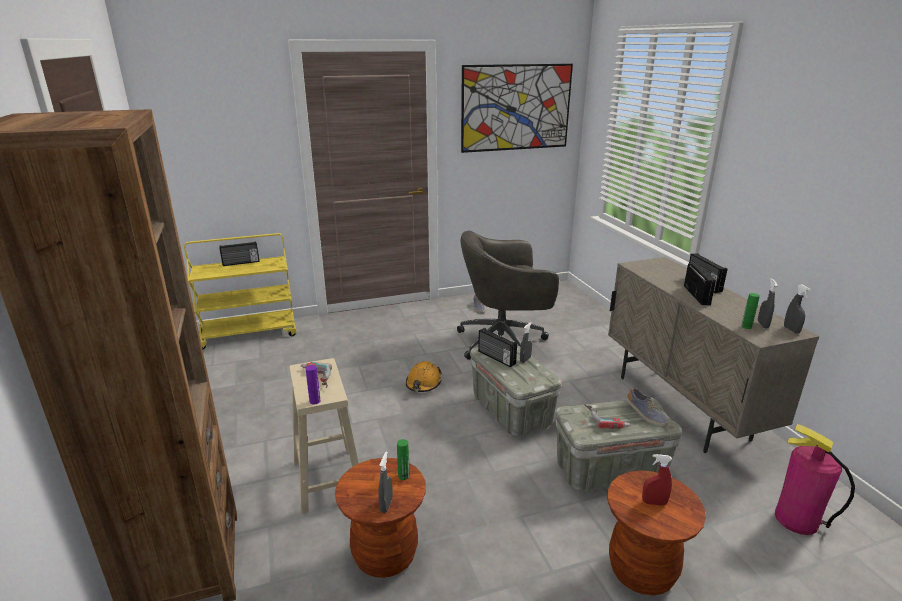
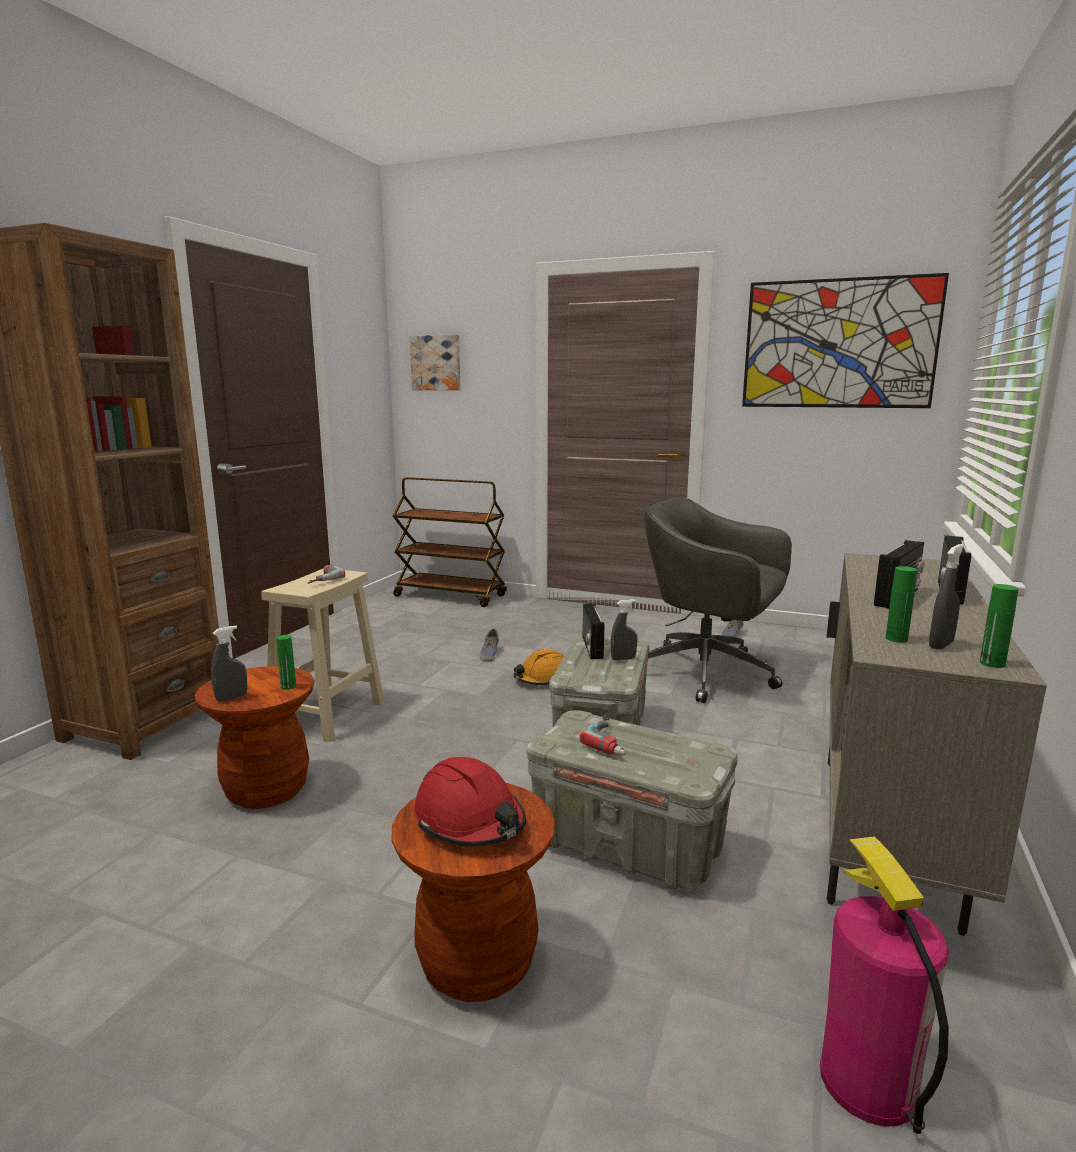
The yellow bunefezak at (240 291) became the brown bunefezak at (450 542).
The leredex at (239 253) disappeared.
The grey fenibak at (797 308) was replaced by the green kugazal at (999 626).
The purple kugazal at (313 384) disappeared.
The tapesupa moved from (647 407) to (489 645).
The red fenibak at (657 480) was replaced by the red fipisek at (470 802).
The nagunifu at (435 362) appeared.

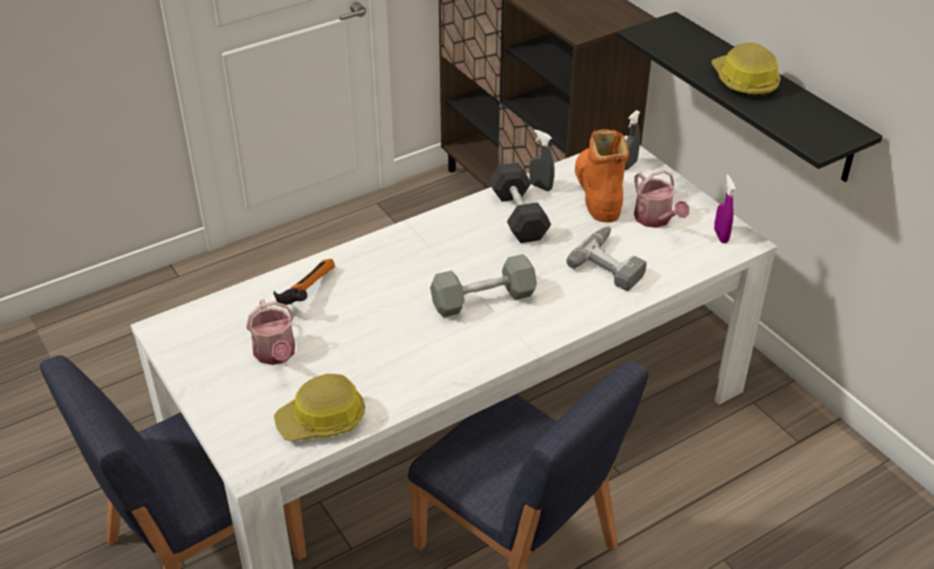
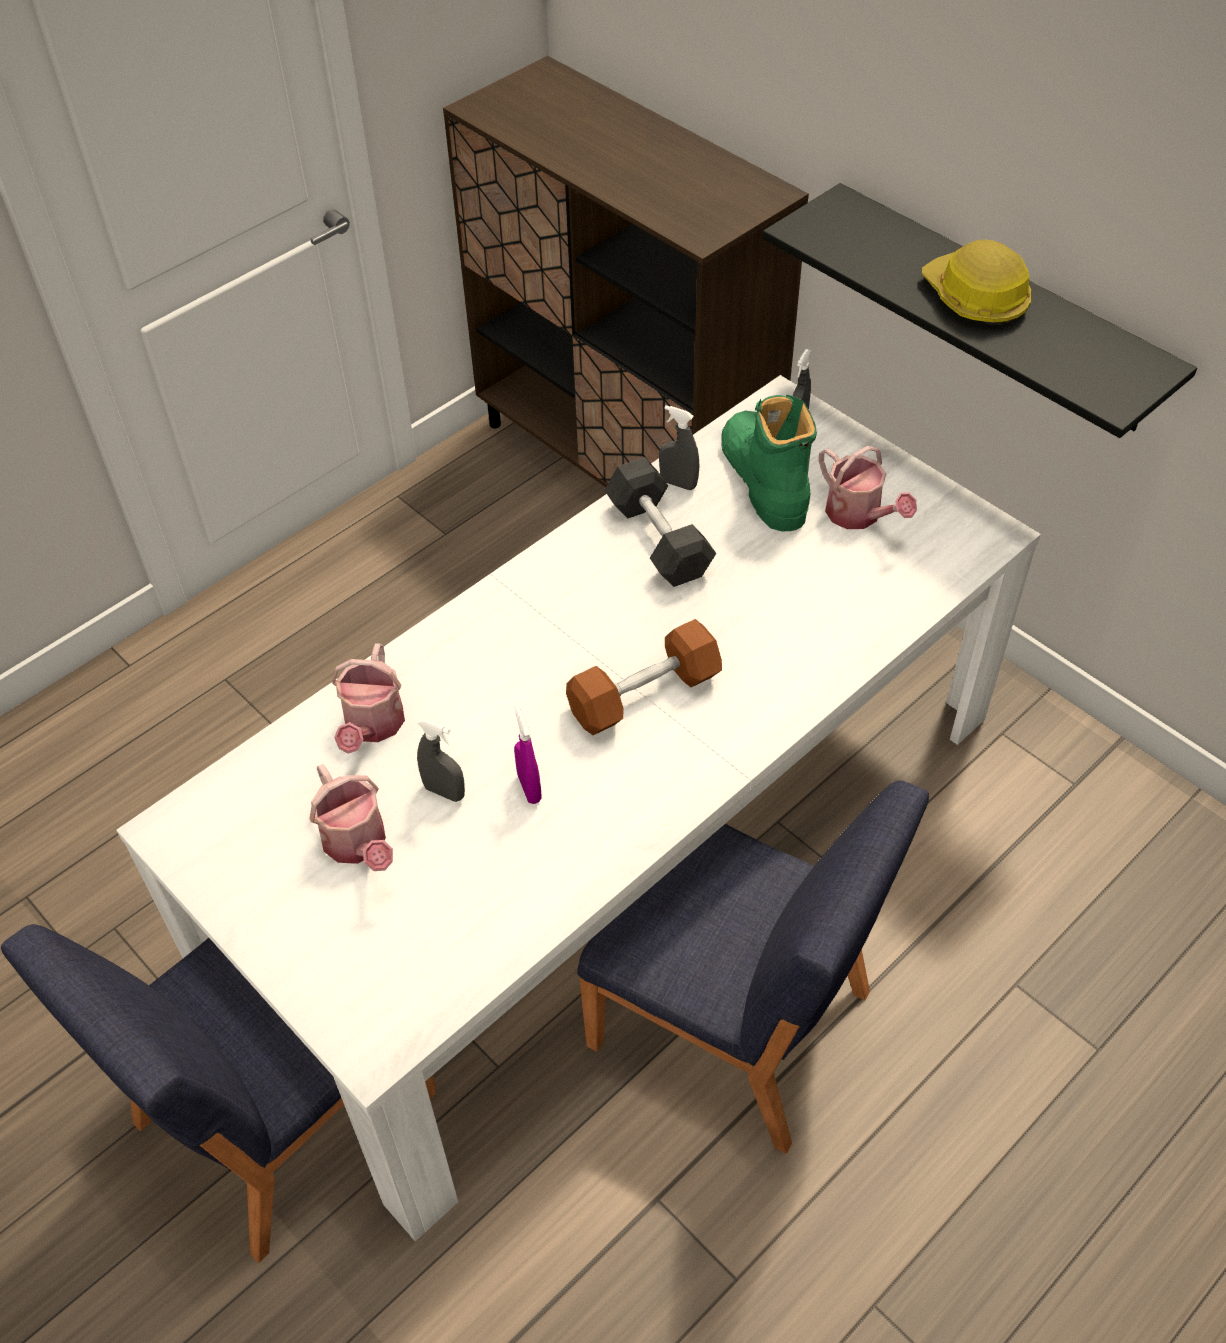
The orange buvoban at (602 176) became the green buvoban at (769 462).
The purple fenibak moved from (725 209) to (528 754).
The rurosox at (606 259) disappeared.
The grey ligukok at (483 285) became the brown ligukok at (644 677).
The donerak at (304 282) was replaced by the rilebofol at (368 698).
The fipisek at (319 407) disappeared.
The grey fenibak at (441 760) appeared.

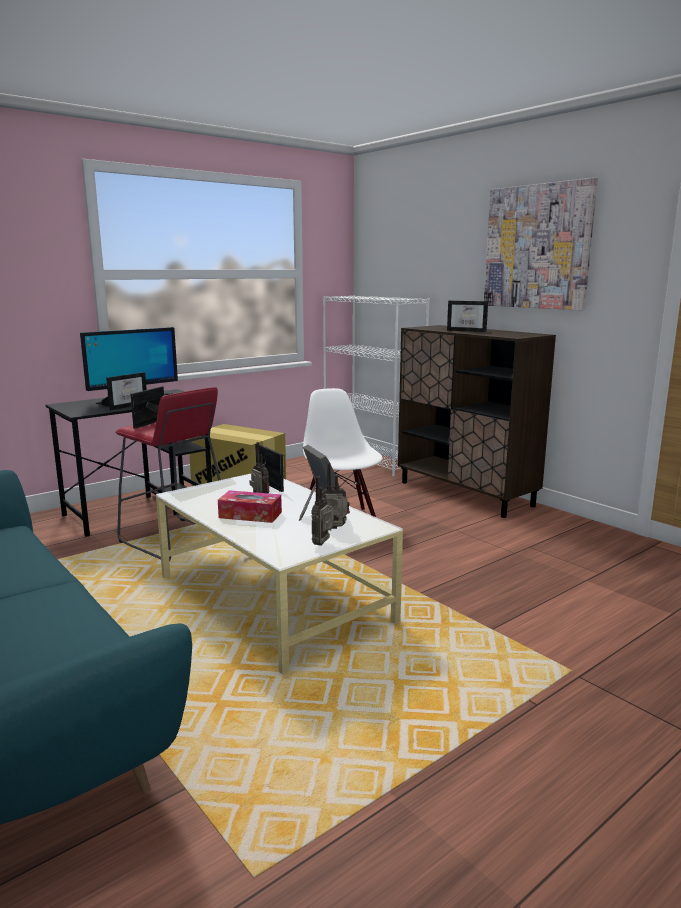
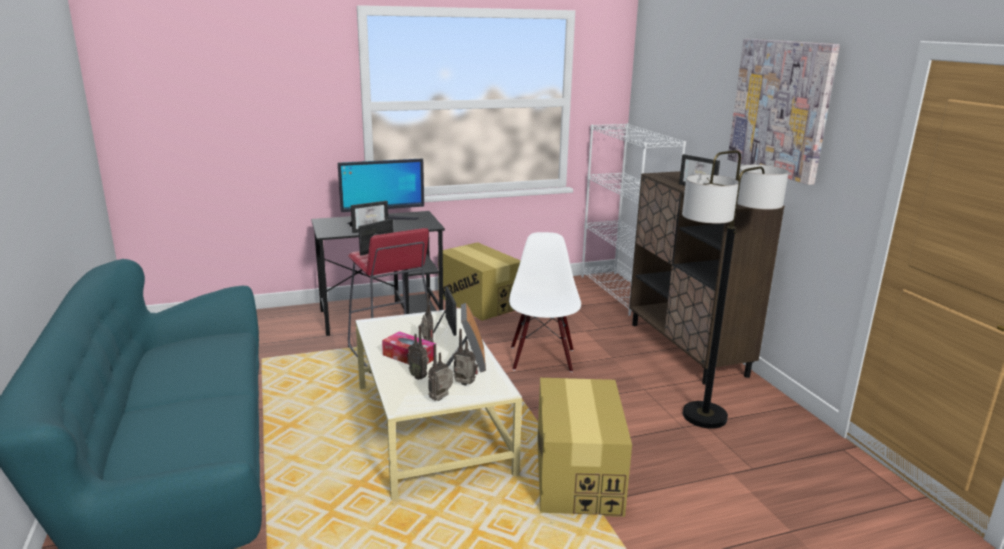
The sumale at (735 289) appeared.
The leredex at (418 352) appeared.
The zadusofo at (584 447) appeared.

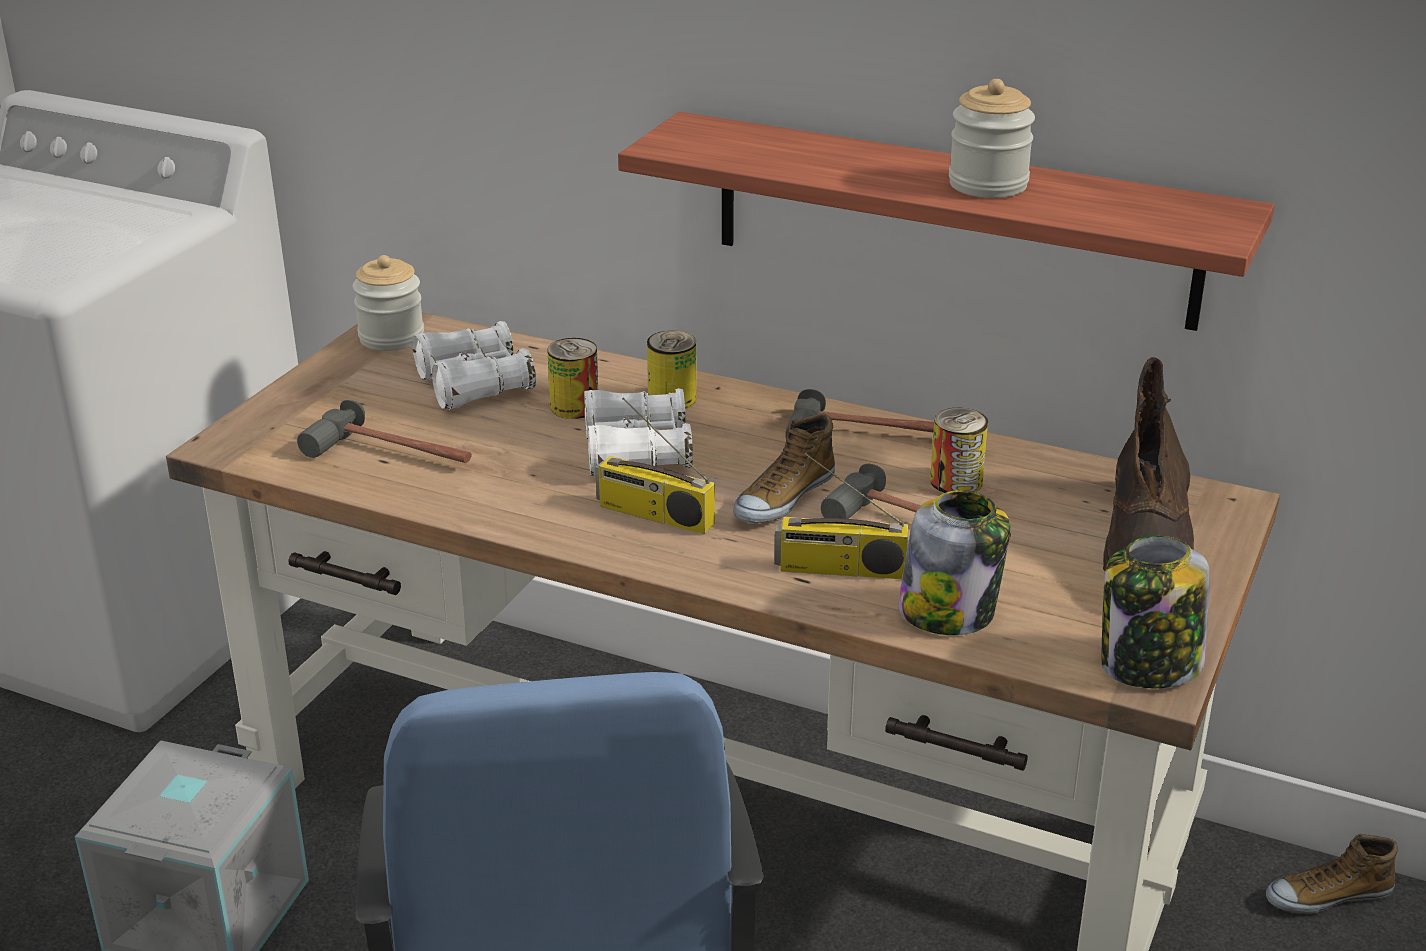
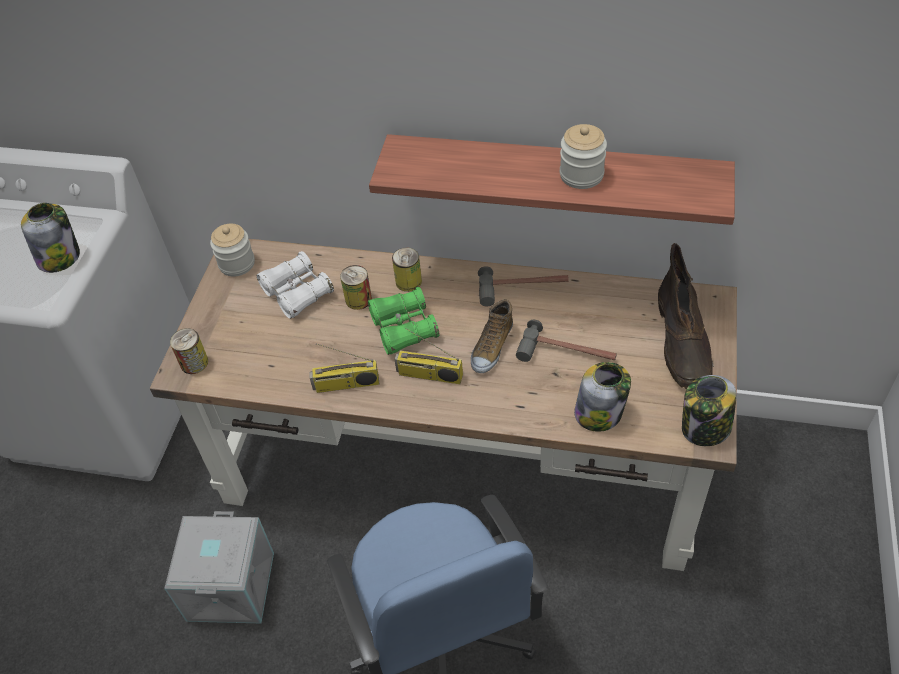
The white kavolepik at (638 432) became the green kavolepik at (404 321).
The donerak at (384 431) disappeared.
The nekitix moved from (959 450) to (189 351).
The leredex moved from (841 516) to (344 368).
The tapesupa at (1332 874) disappeared.
The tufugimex at (50 238) appeared.

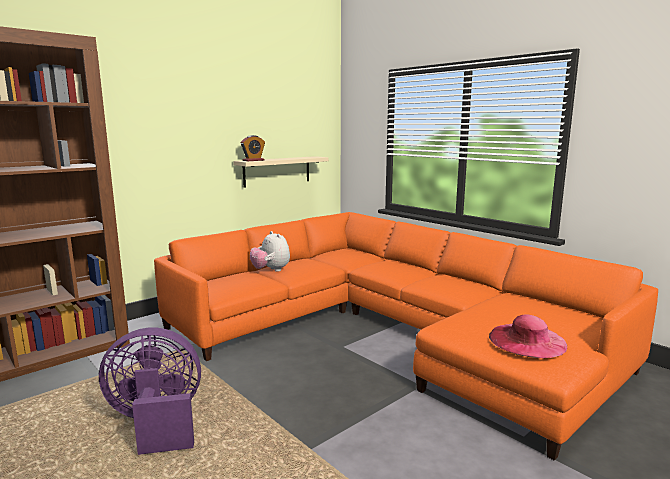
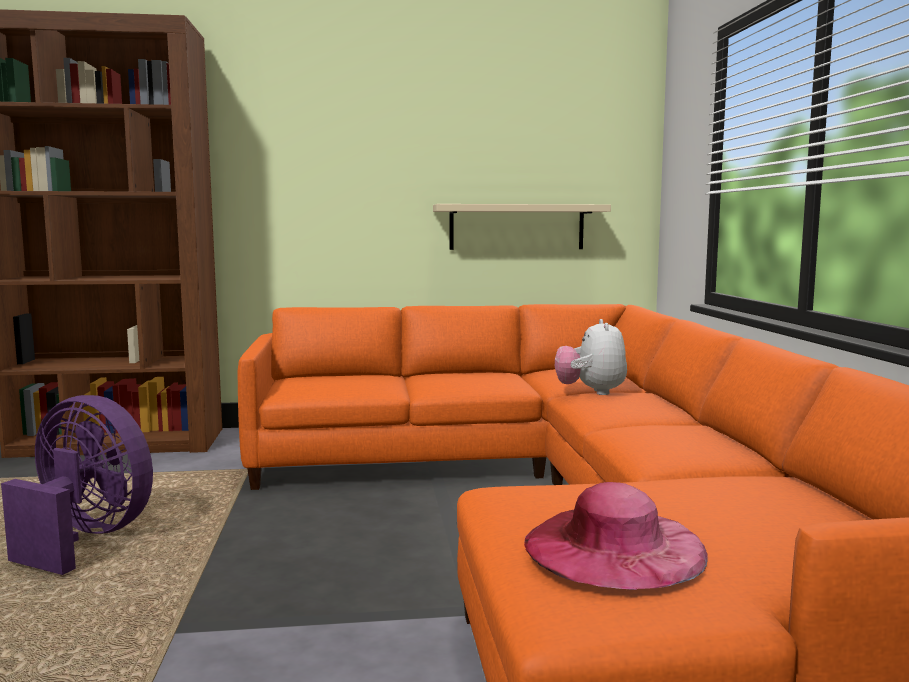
The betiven at (253 148) disappeared.
The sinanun moved from (270 251) to (591 357).

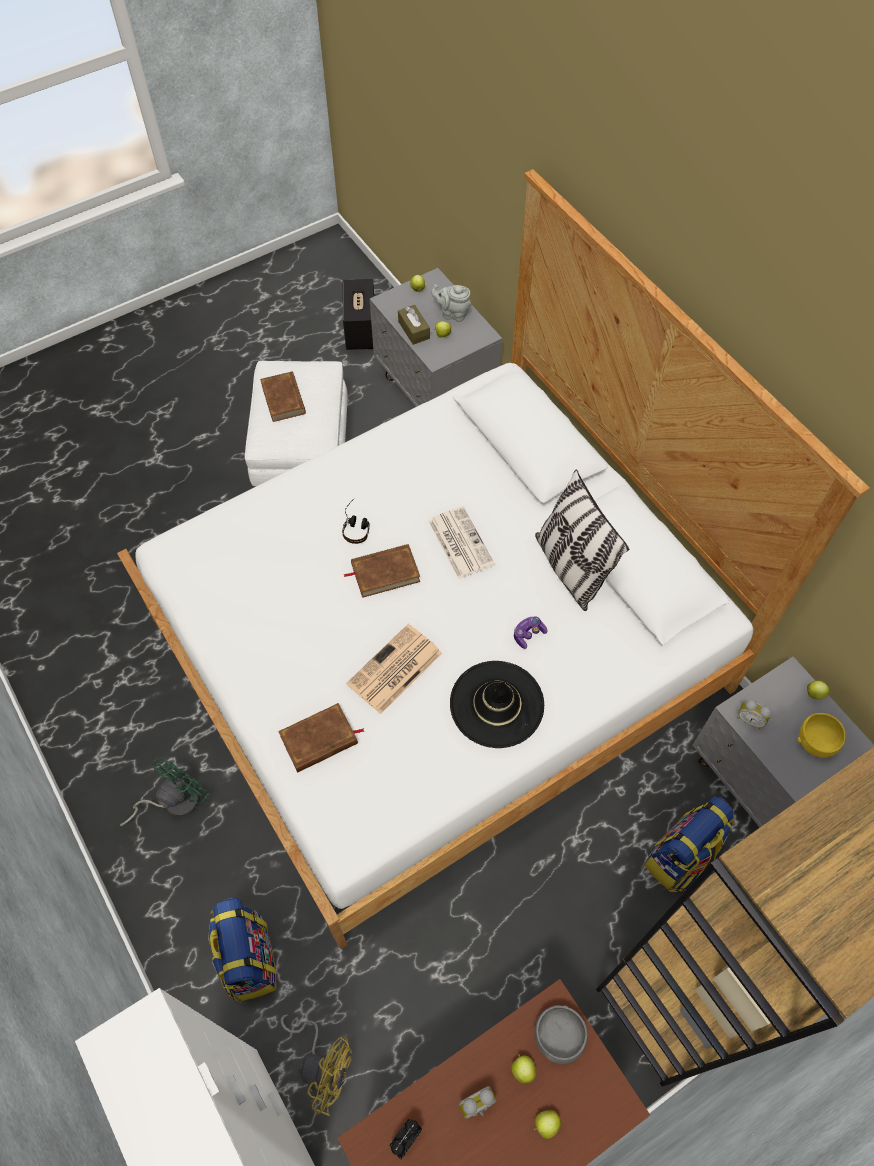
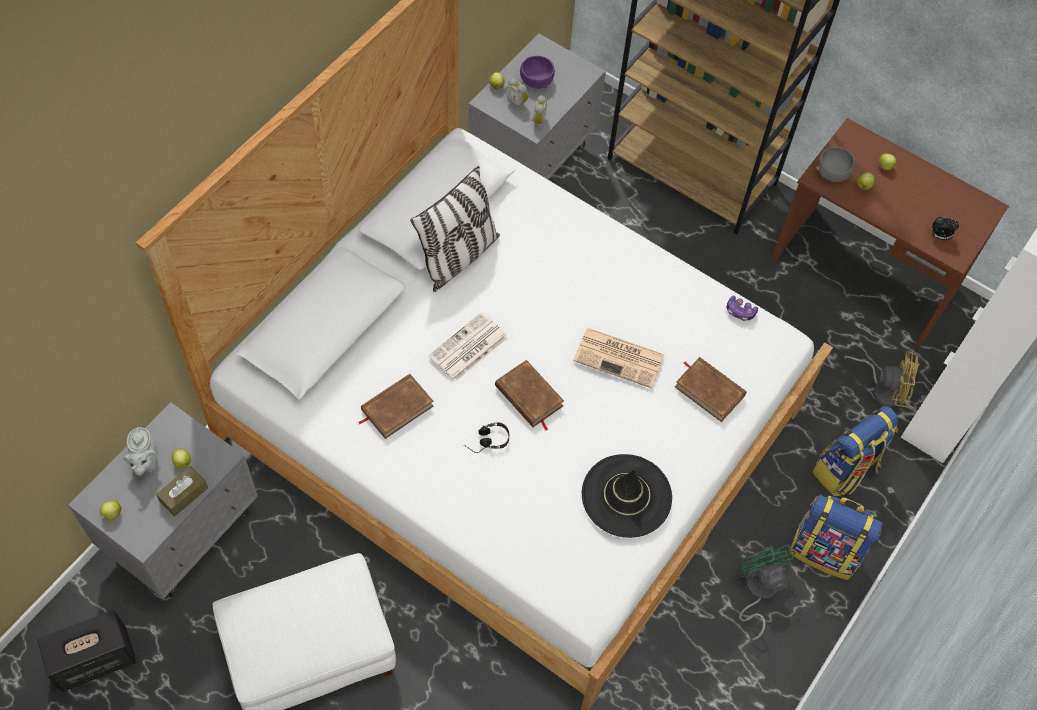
The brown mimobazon moved from (283 397) to (395 406).
The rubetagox moved from (531 632) to (742 308).
The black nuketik moved from (497 704) to (627 496).
The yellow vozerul at (822 735) became the purple vozerul at (537 72).
The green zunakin at (165 792) turned 60 degrees clockwise.
The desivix moved from (689 844) to (835 537).
The yellow zunakin at (316 1065) turned 105 degrees clockwise.
The betiven moved from (478 1102) to (517 93).

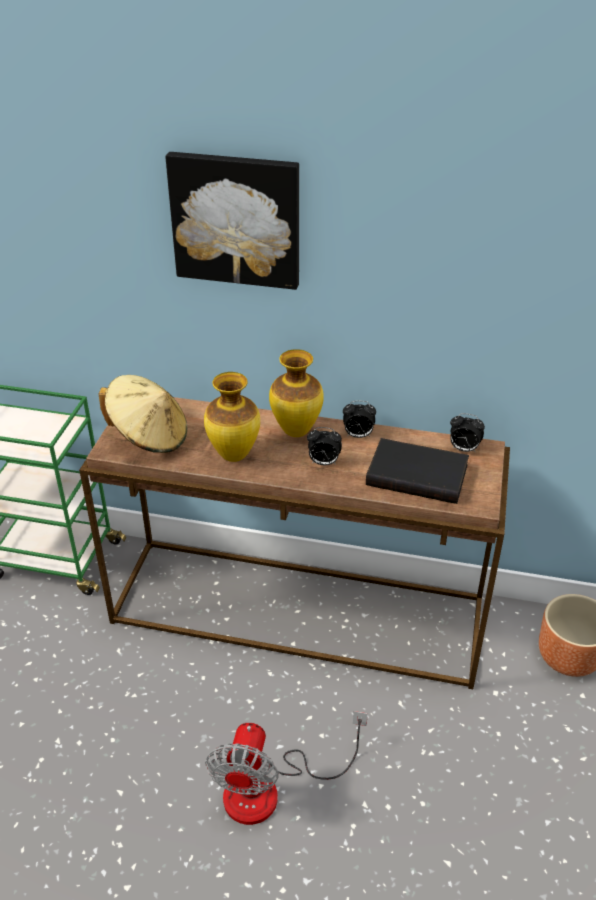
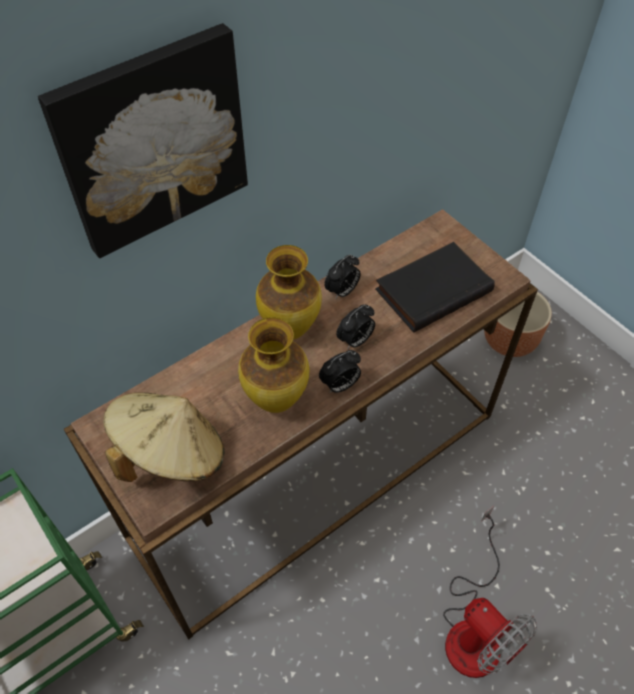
The betiven moved from (467 433) to (340 371).

